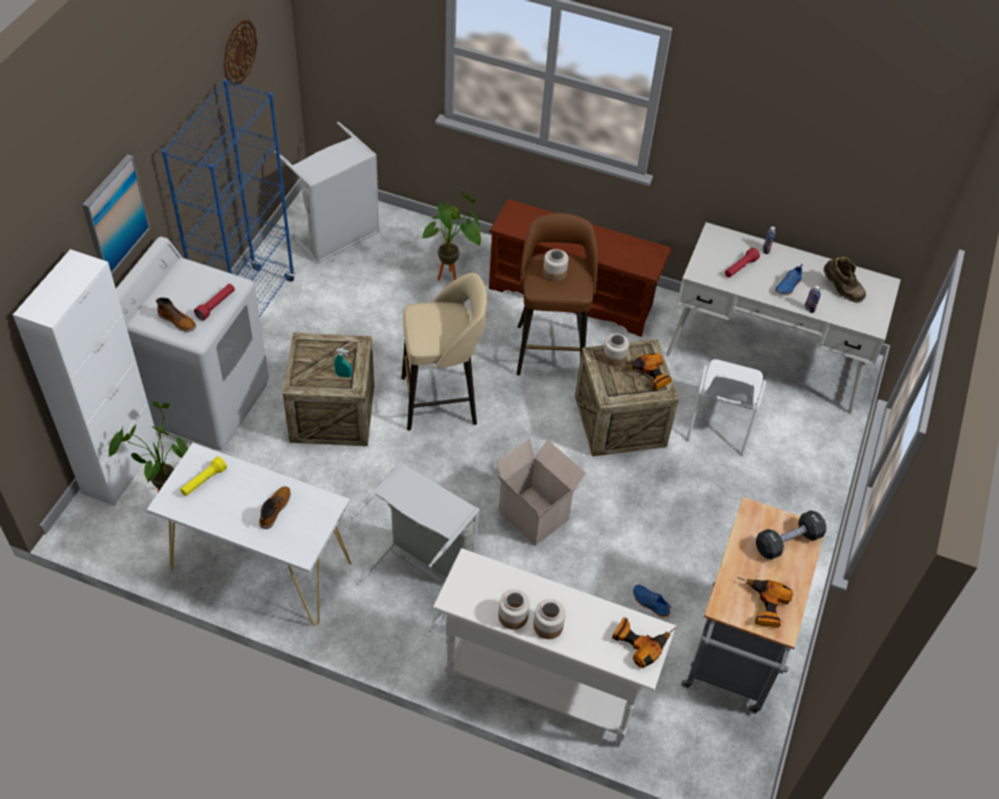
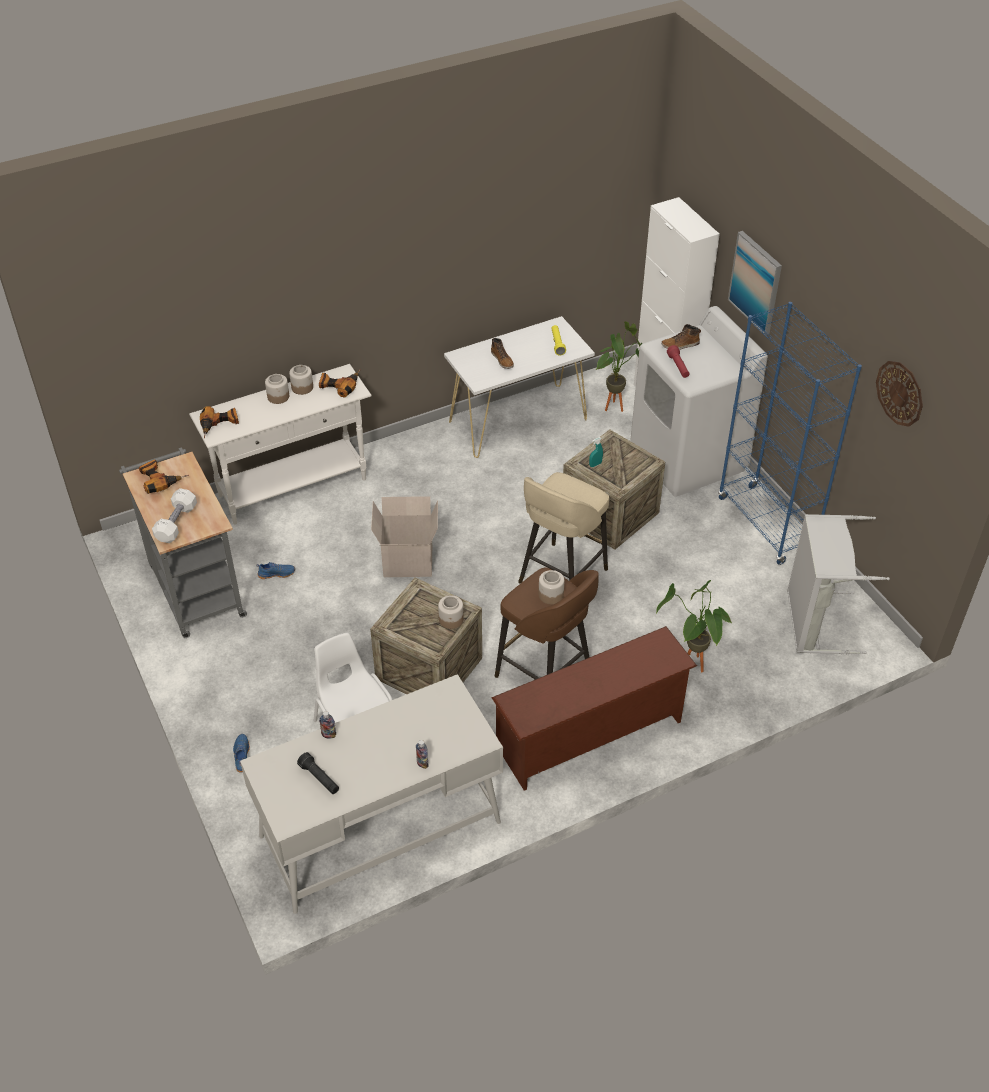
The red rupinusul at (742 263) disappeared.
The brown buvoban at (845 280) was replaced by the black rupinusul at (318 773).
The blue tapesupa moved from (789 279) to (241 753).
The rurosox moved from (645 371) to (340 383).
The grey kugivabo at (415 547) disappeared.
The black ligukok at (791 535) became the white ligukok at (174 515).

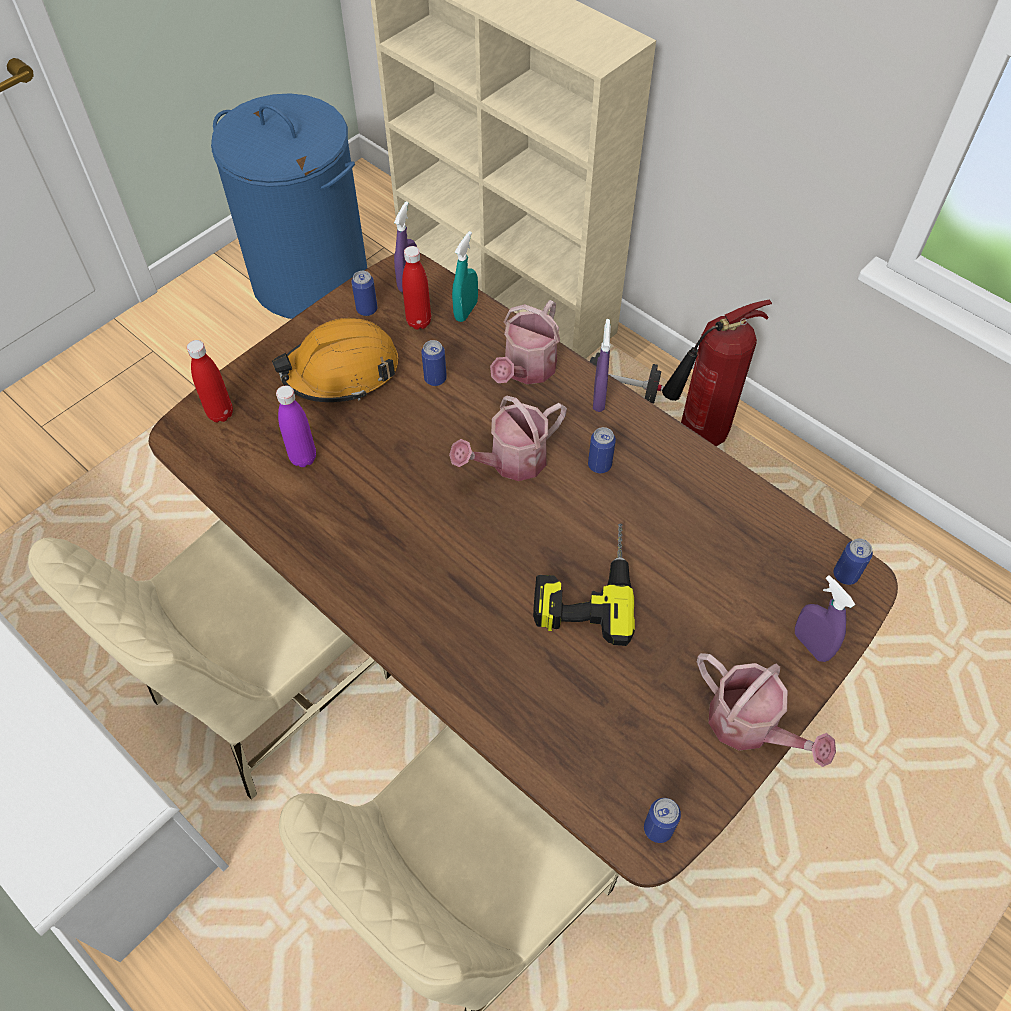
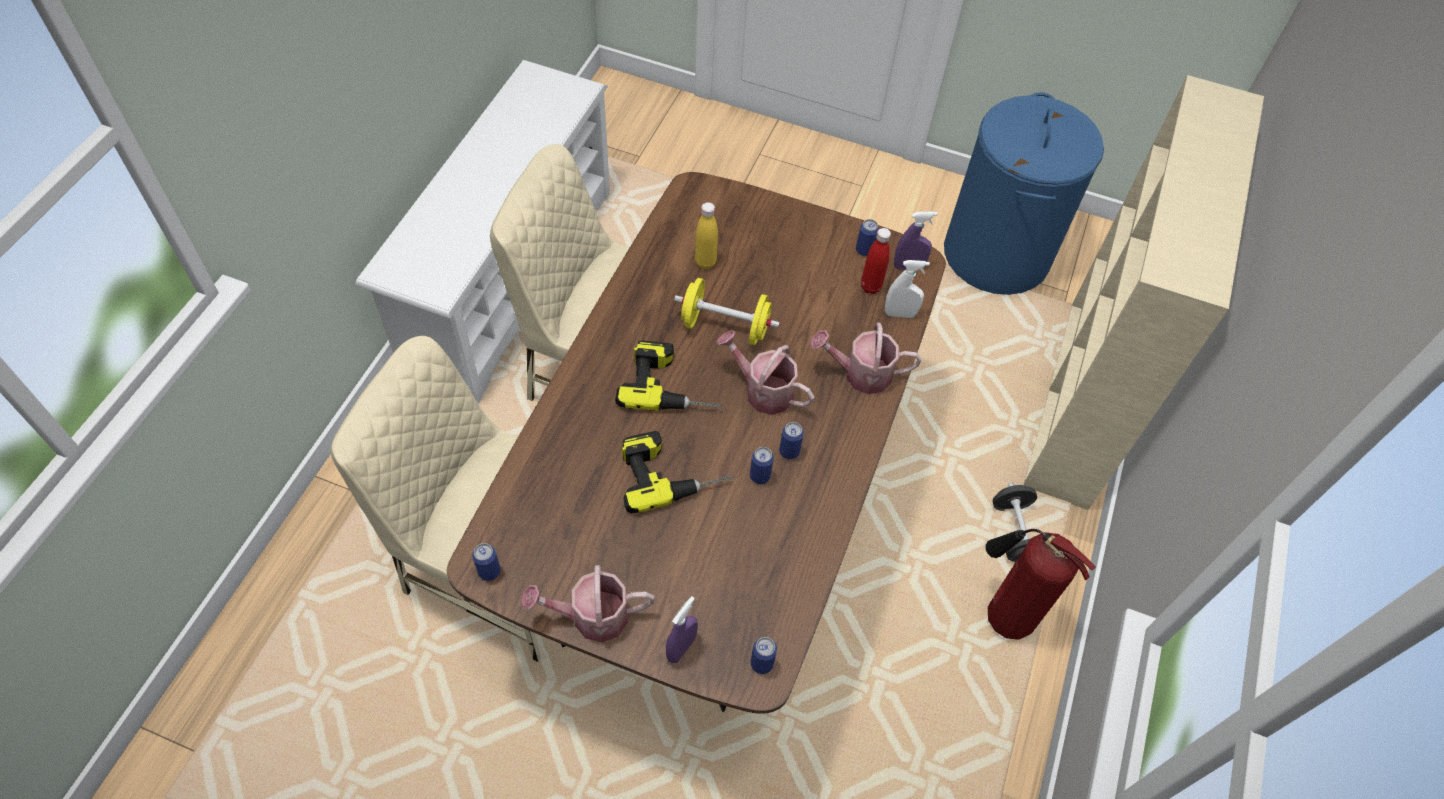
The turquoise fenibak at (465 276) became the white fenibak at (907 289).
The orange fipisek at (335 360) disappeared.
The purple fenibak at (602 365) disappeared.
The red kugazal at (210 381) disappeared.
The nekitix moved from (434 363) to (762 465).
The purple kugazal at (296 426) became the yellow kugazal at (706 235).
The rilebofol at (766 710) turned 60 degrees clockwise.
The yellow ligukok at (727 311) appeared.
The rurosox at (669 376) appeared.

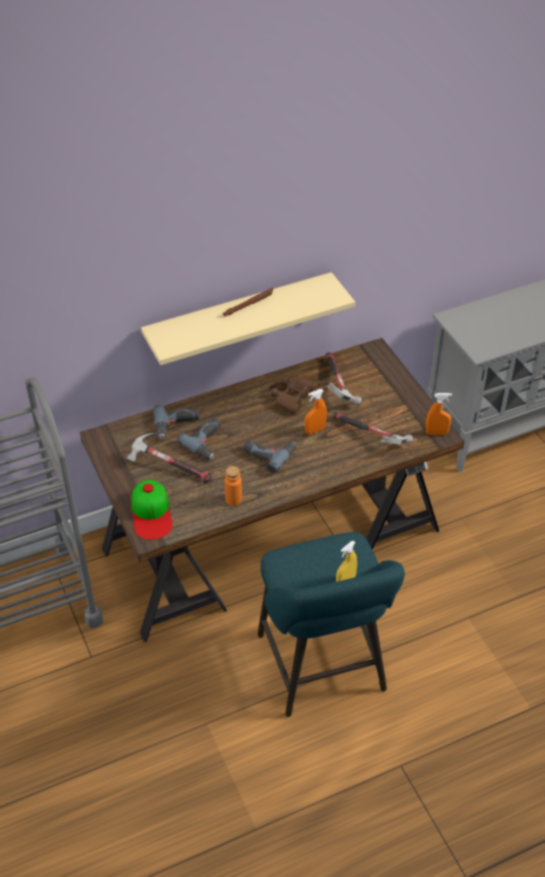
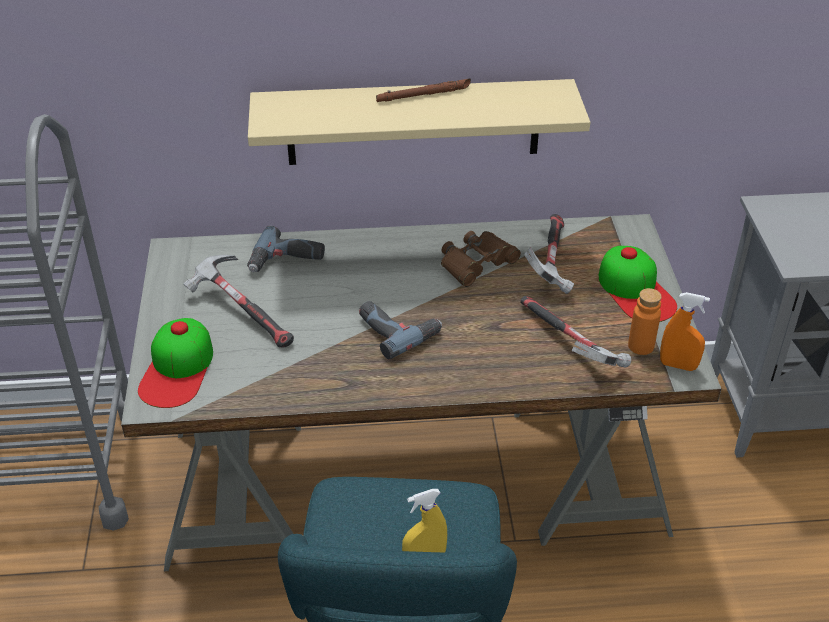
The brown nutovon at (272 490) became the grey nutovon at (421 392).
The orange fenibak at (316 411) disappeared.
The rurosox at (199 439) disappeared.
The orange kugazal moved from (233 486) to (645 321).
The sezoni at (638 284) appeared.

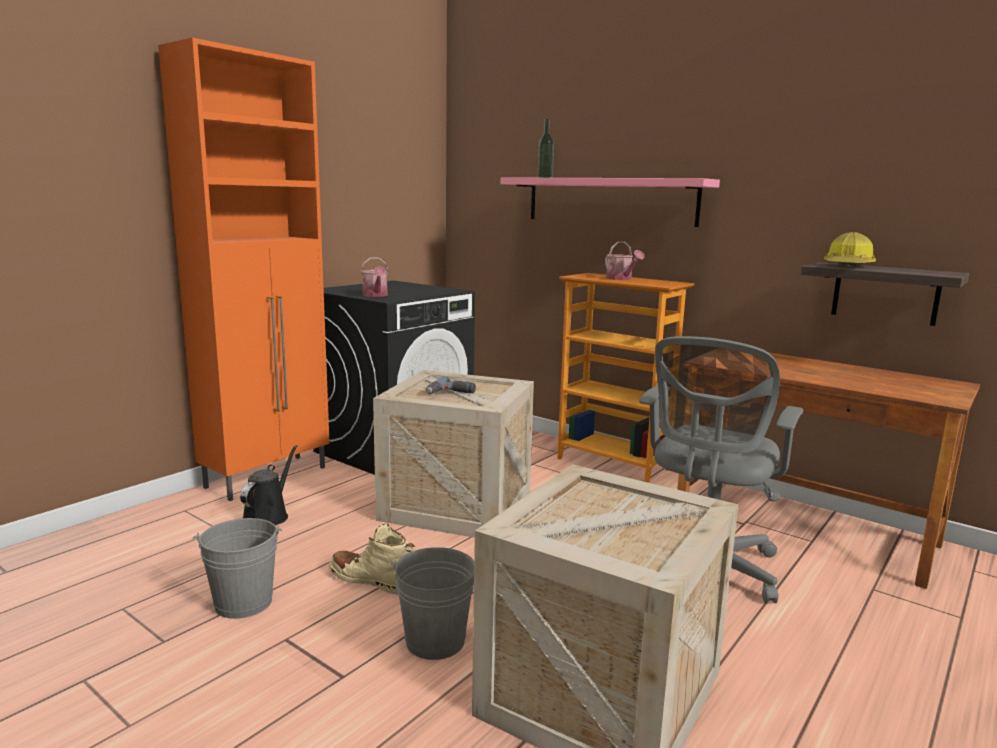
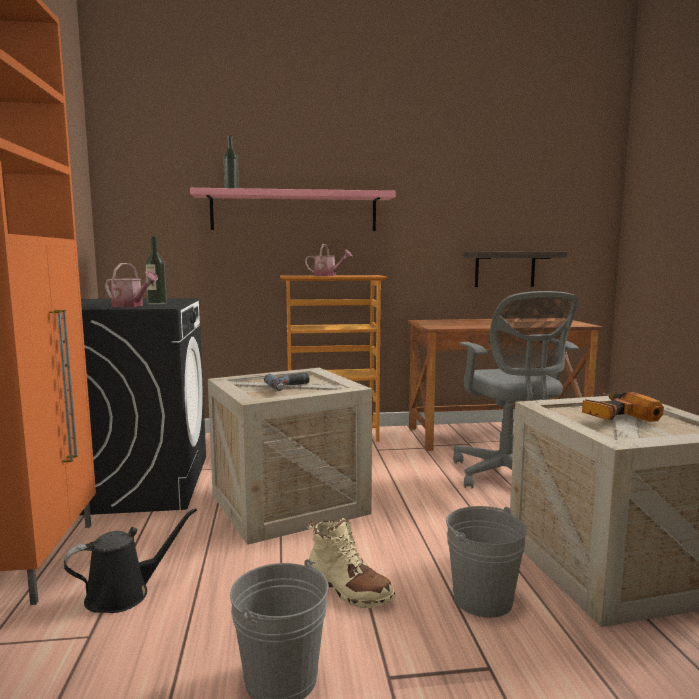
The fipisek at (850 248) disappeared.
The black rilebofol at (268 485) turned 90 degrees clockwise.
The beige buvoban at (372 559) turned 120 degrees counterclockwise.
The kugazal at (156 270) appeared.
The rurosox at (623 407) appeared.

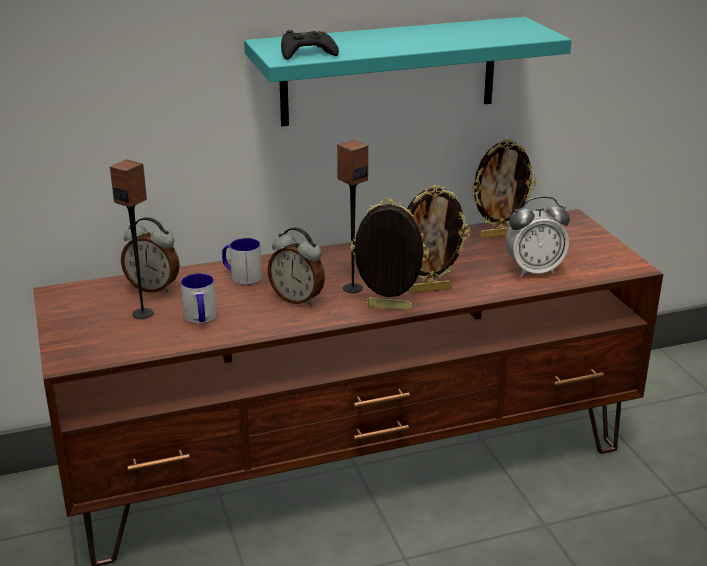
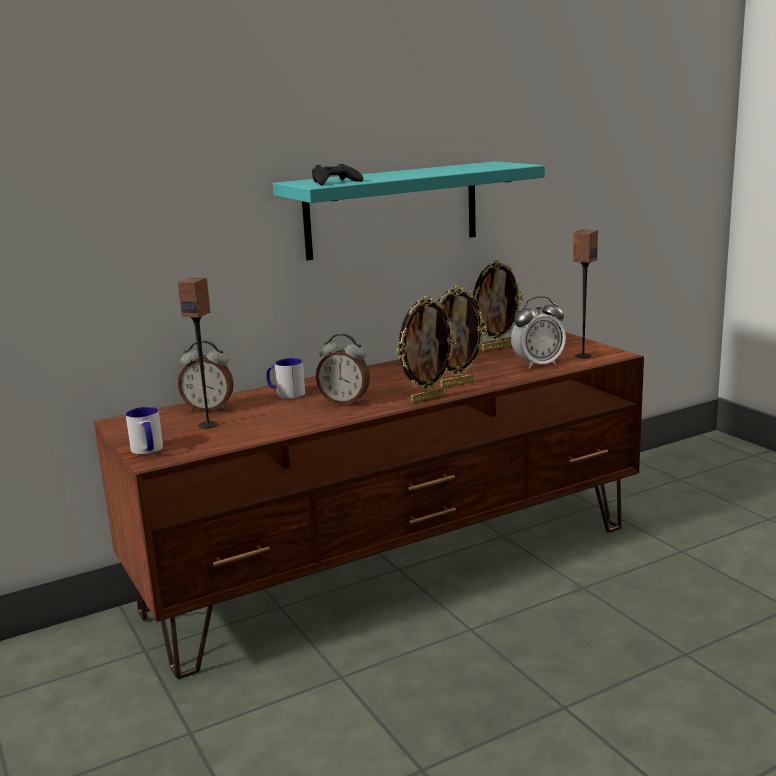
The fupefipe moved from (352 216) to (585 294).
The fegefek at (389 254) turned 150 degrees clockwise.
The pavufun moved from (198 298) to (144 431).

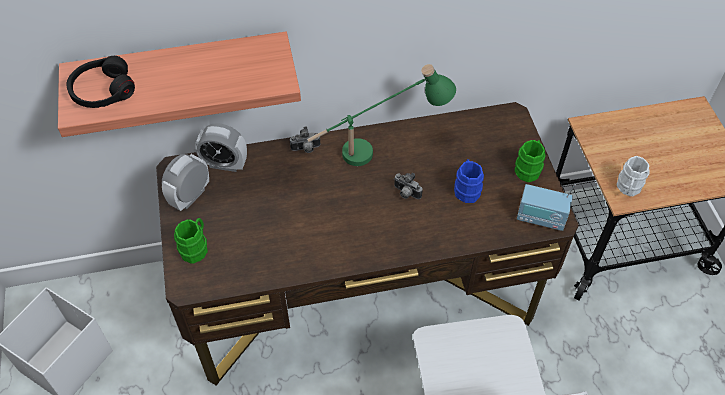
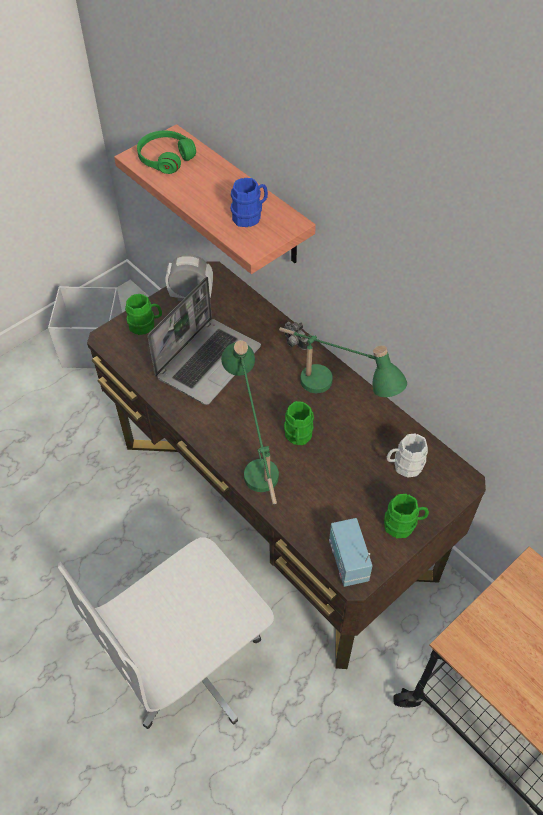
The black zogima at (101 82) became the green zogima at (166 152).
The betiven at (221 147) disappeared.
The white pavufun moved from (633 176) to (407 455).
The blue pavufun moved from (469 181) to (249 202).
The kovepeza at (408 186) was replaced by the green pavufun at (299 423).
The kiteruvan at (204 341) appeared.
The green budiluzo at (250 422) appeared.

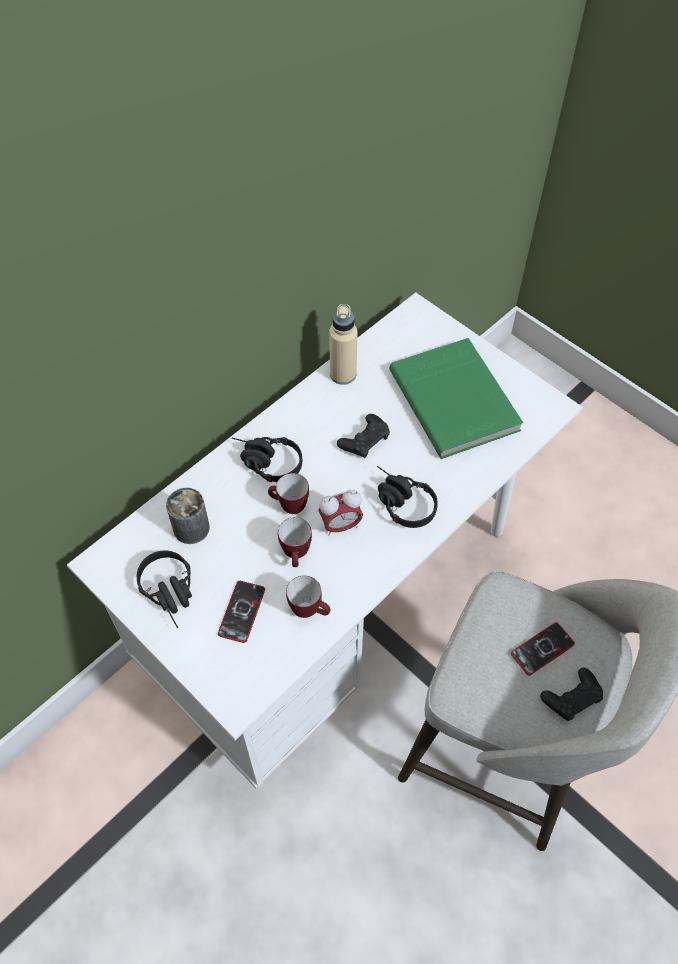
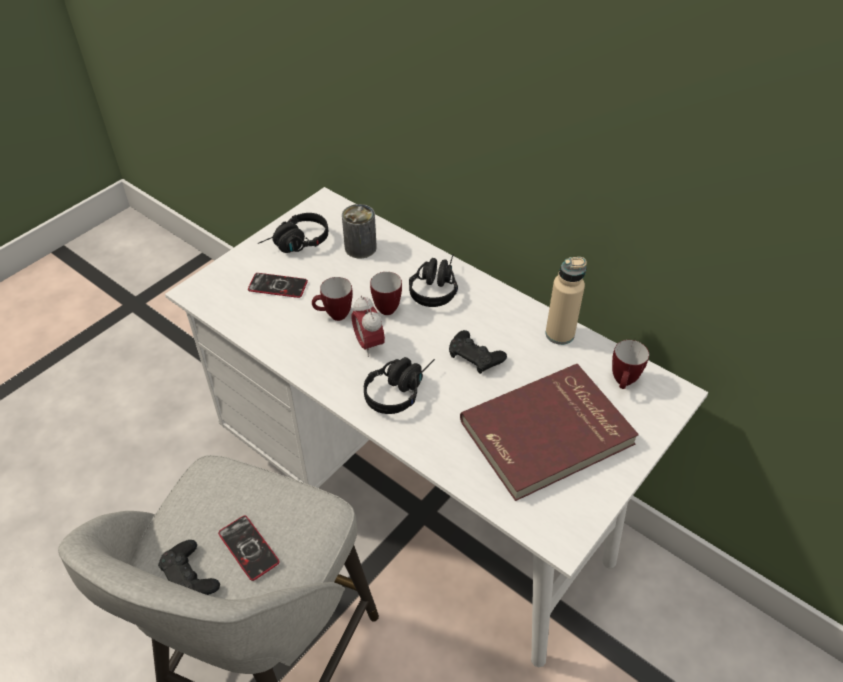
The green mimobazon at (456 398) became the red mimobazon at (549 432).
The pavufun moved from (308 597) to (630 364).

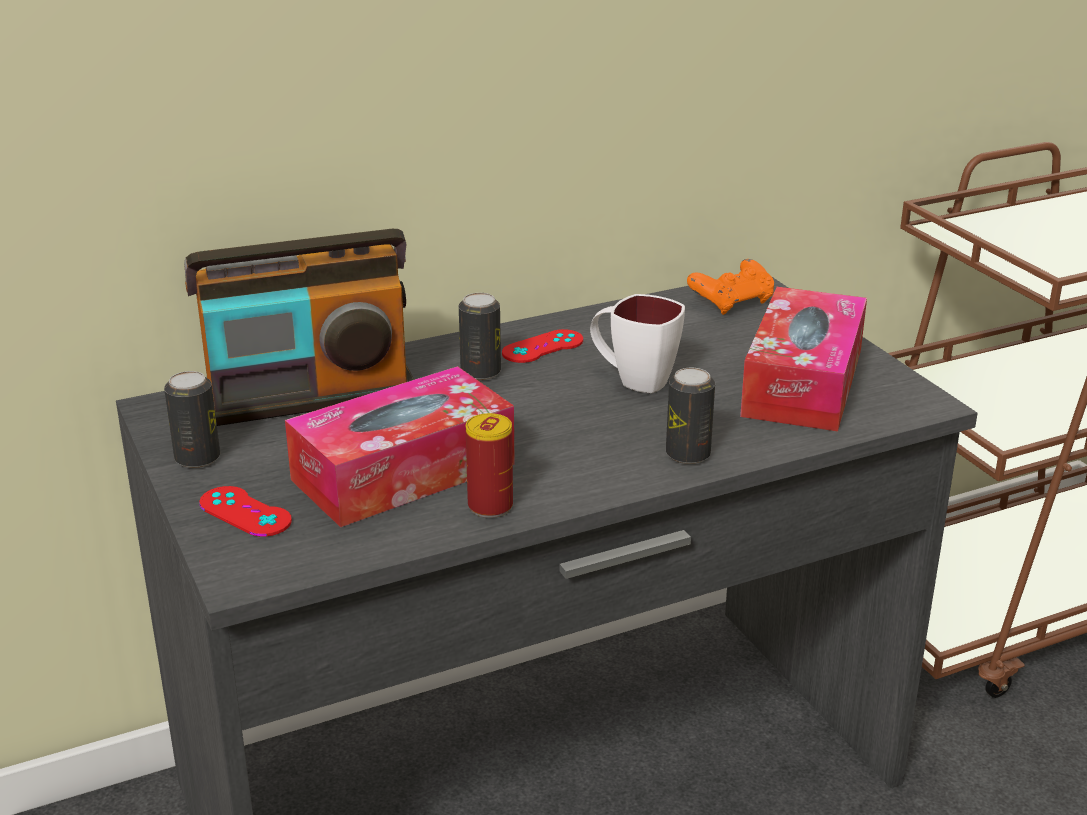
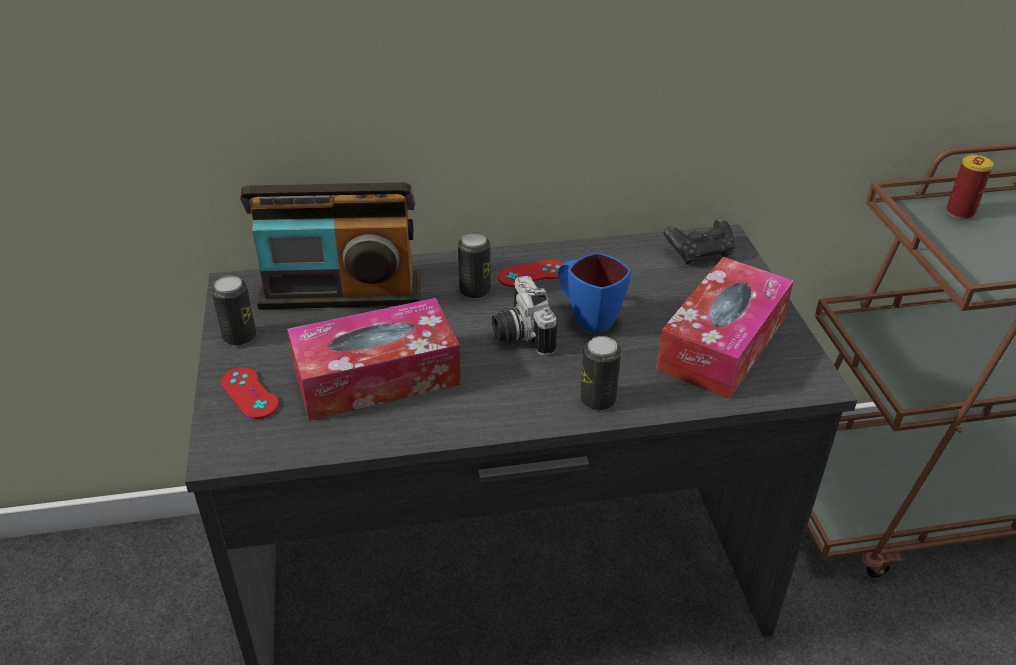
The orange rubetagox at (730 287) became the black rubetagox at (699 241).
The white pavufun at (637 343) became the blue pavufun at (594 293).
The nekitix moved from (489 465) to (969 187).
The kovepeza at (524 316) appeared.

